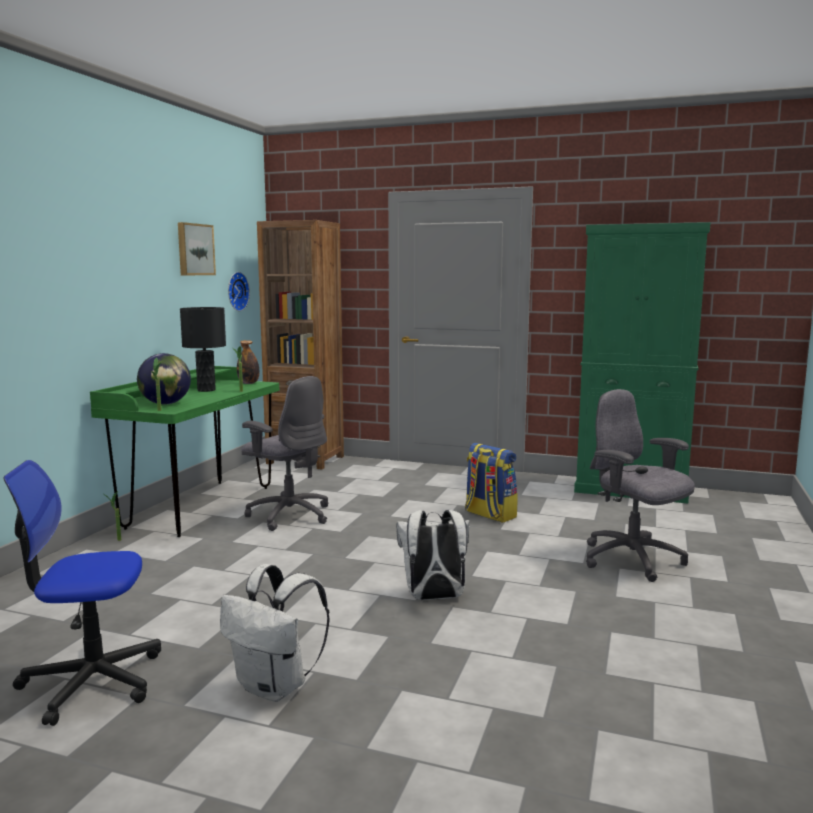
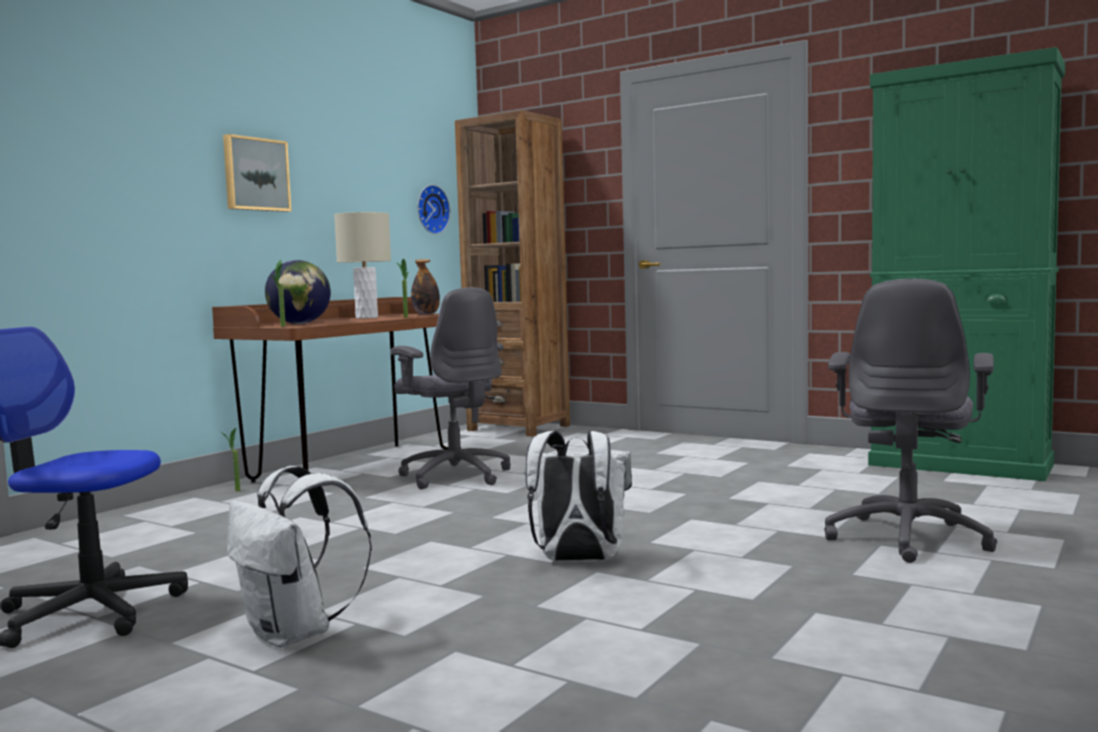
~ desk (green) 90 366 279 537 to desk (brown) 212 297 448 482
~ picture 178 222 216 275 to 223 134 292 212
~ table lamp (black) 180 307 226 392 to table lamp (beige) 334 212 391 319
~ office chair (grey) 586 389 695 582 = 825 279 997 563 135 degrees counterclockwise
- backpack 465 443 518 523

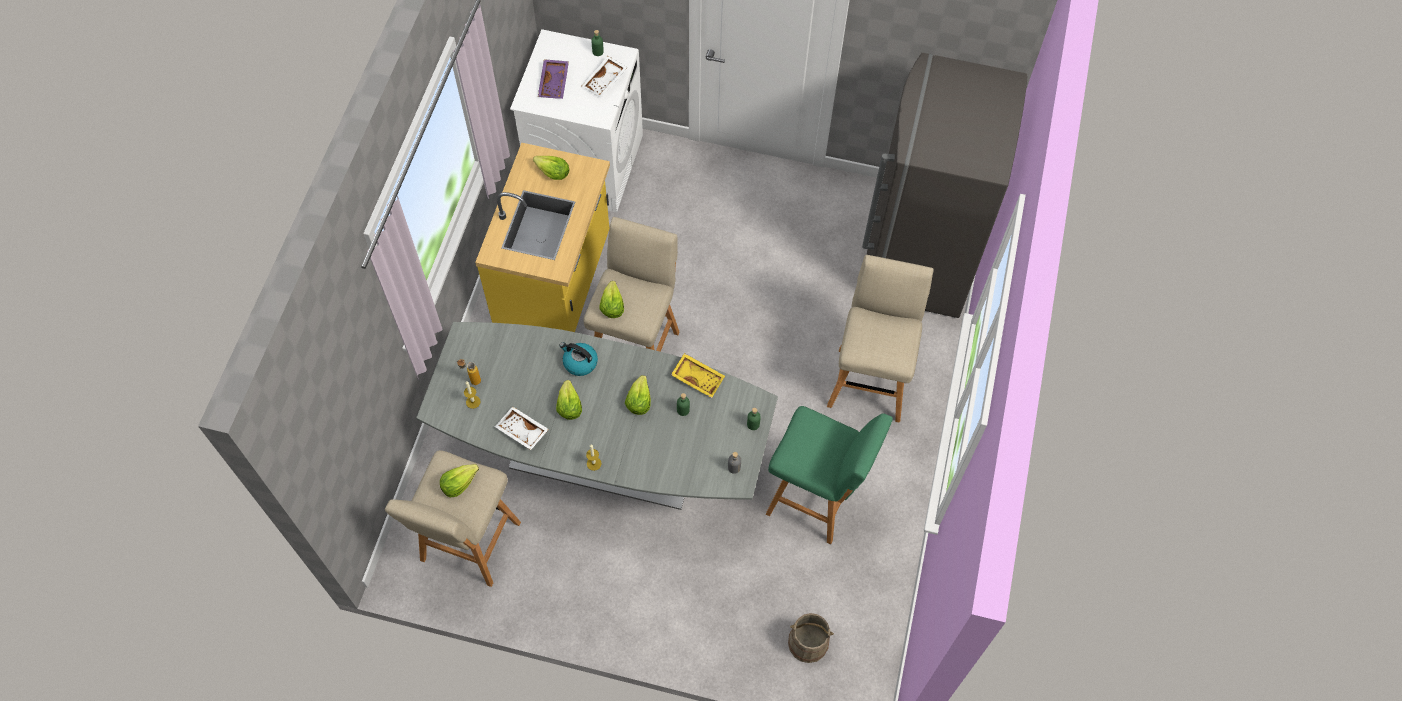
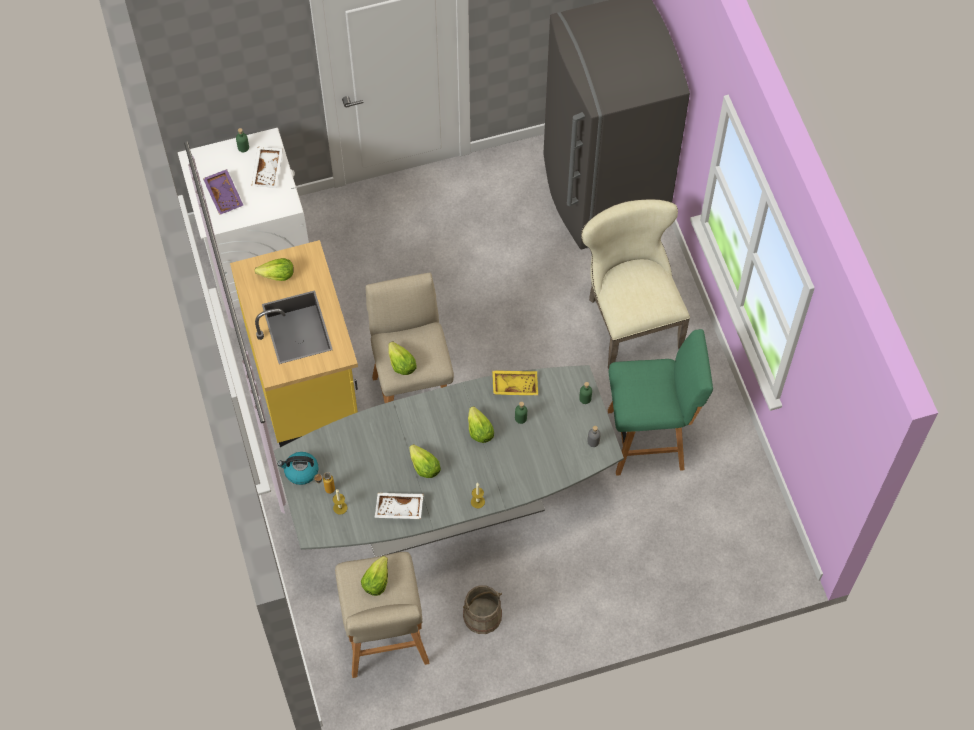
~ kettle 560 342 598 376 to 278 452 319 485
~ bucket (beige) 788 613 834 663 to 463 585 502 634
~ stool (beige) 827 255 934 423 to chair (beige) 581 199 690 369

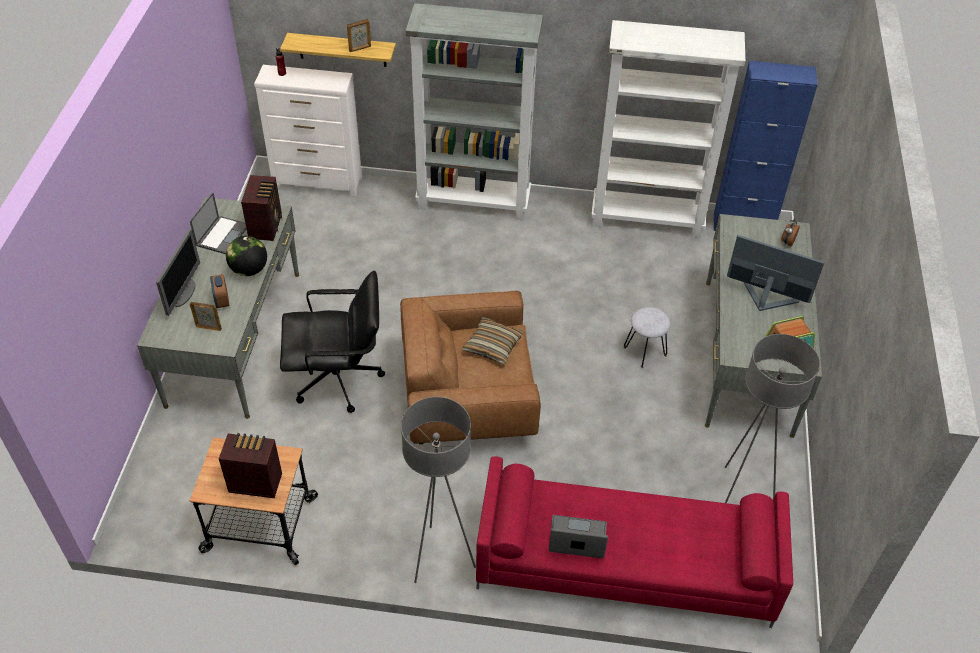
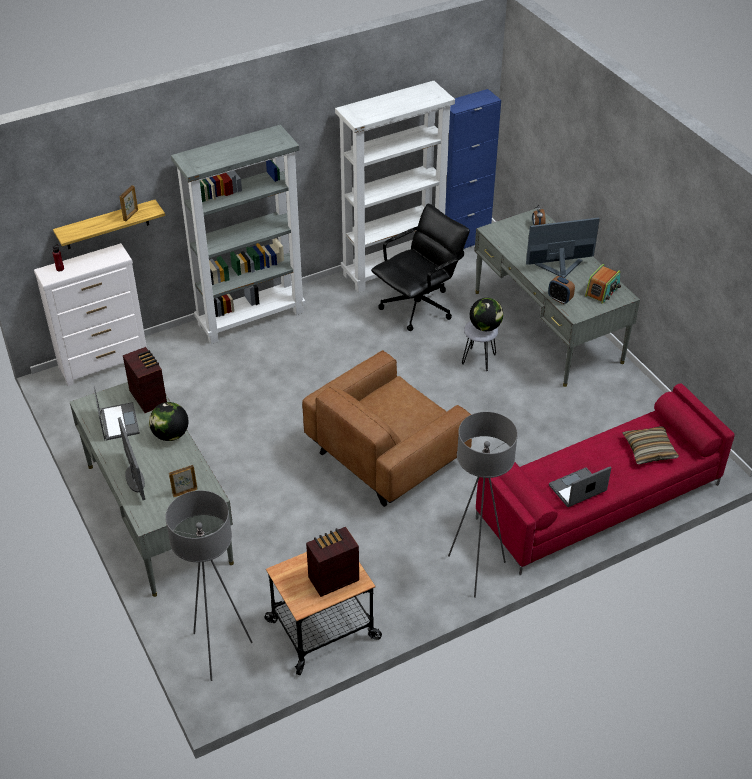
~ floor lamp (grey) 725 334 820 503 to 165 490 253 681
~ office chair (black) 280 271 385 413 to 371 204 470 331
+ globe 470 298 503 331
~ alarm clock 210 274 230 308 to 548 276 575 304
~ pillow 462 317 523 364 to 623 426 679 464

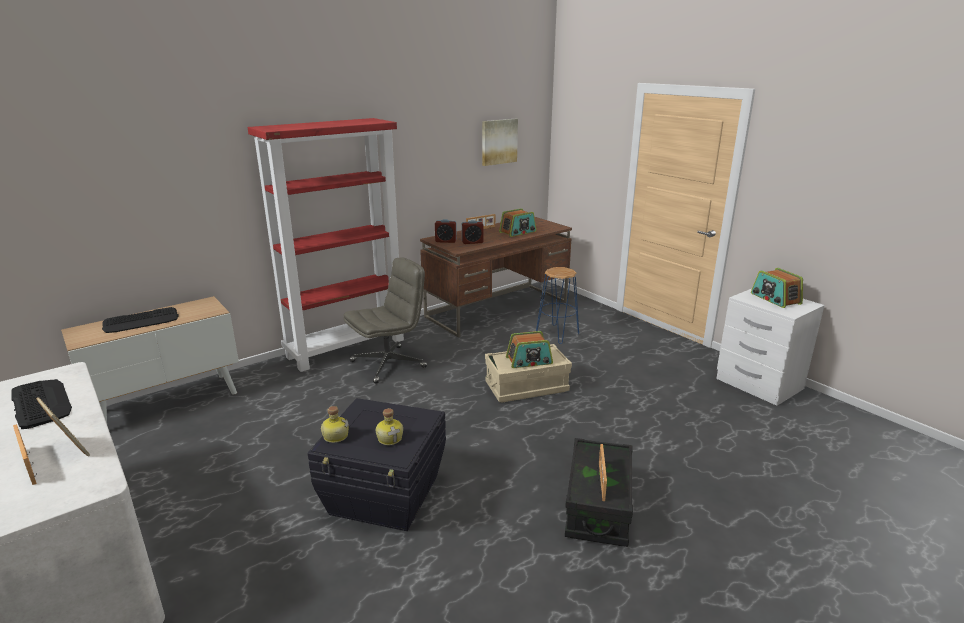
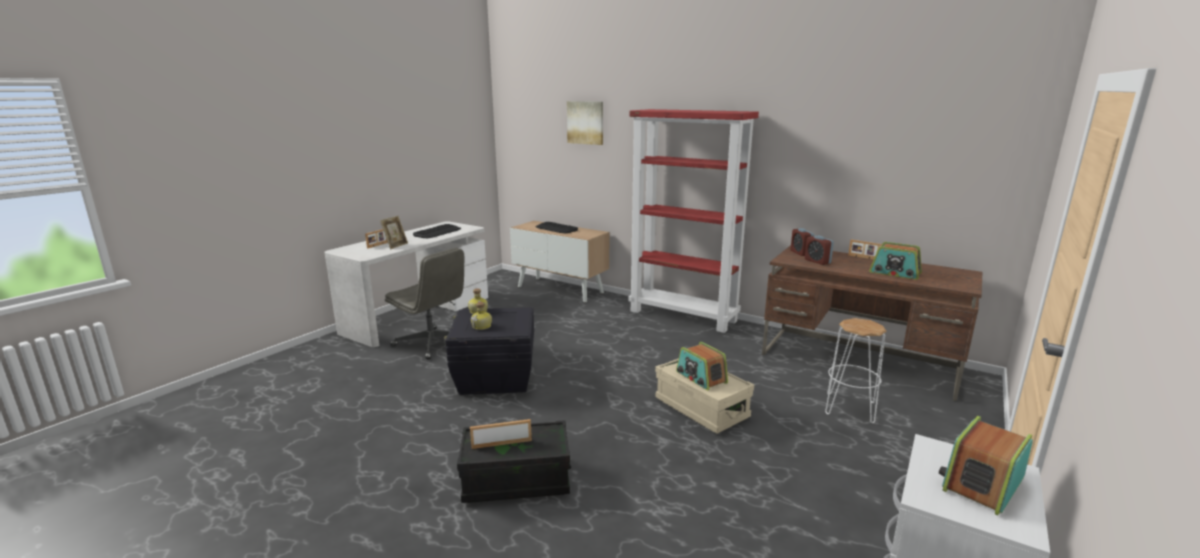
~ office chair (grey) 344 257 427 384 to 385 248 464 360
~ picture 482 119 518 166 to 567 101 603 145
~ stool (blue) 536 267 579 344 to stool (white) 825 318 886 423

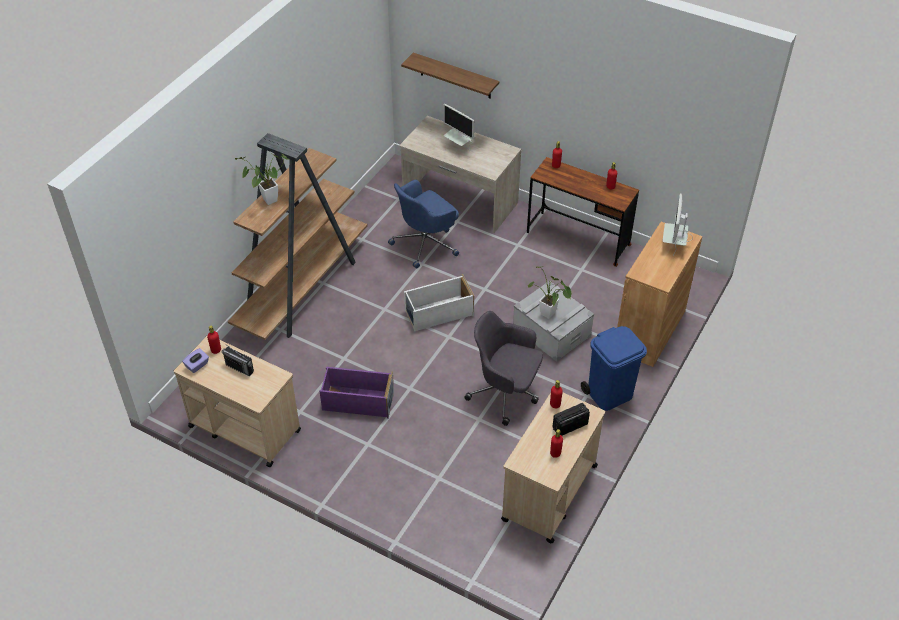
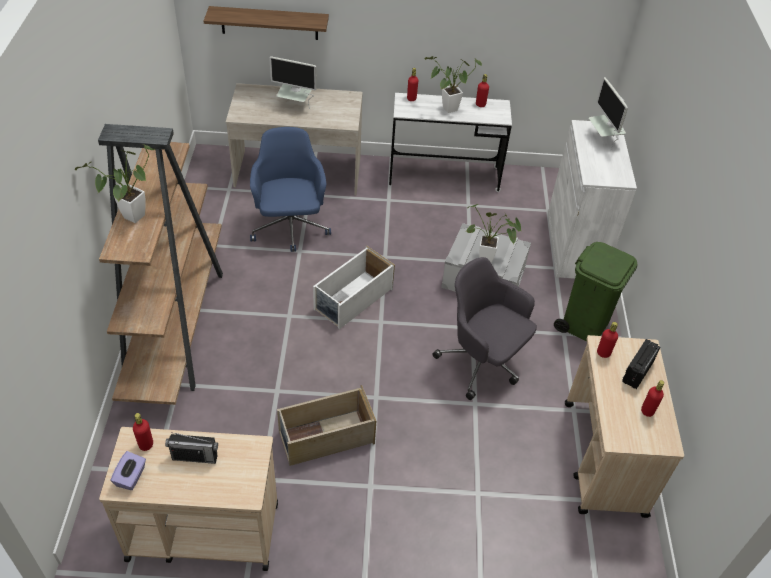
~ office chair (blue) 388 180 459 269 = 250 127 331 252 150 degrees clockwise
~ storage box (purple) 320 367 394 419 to storage box (beige) 277 385 376 466
~ desk (brown) 527 157 639 267 to desk (white) 389 93 512 192
+ potted plant 425 56 482 113
~ office chair (grey) 464 311 543 426 = 432 257 537 400 45 degrees clockwise
~ cabinet (brown) 617 222 702 367 to cabinet (white) 548 120 637 279
~ trash can (blue) 581 326 647 411 to trash can (green) 554 242 638 342

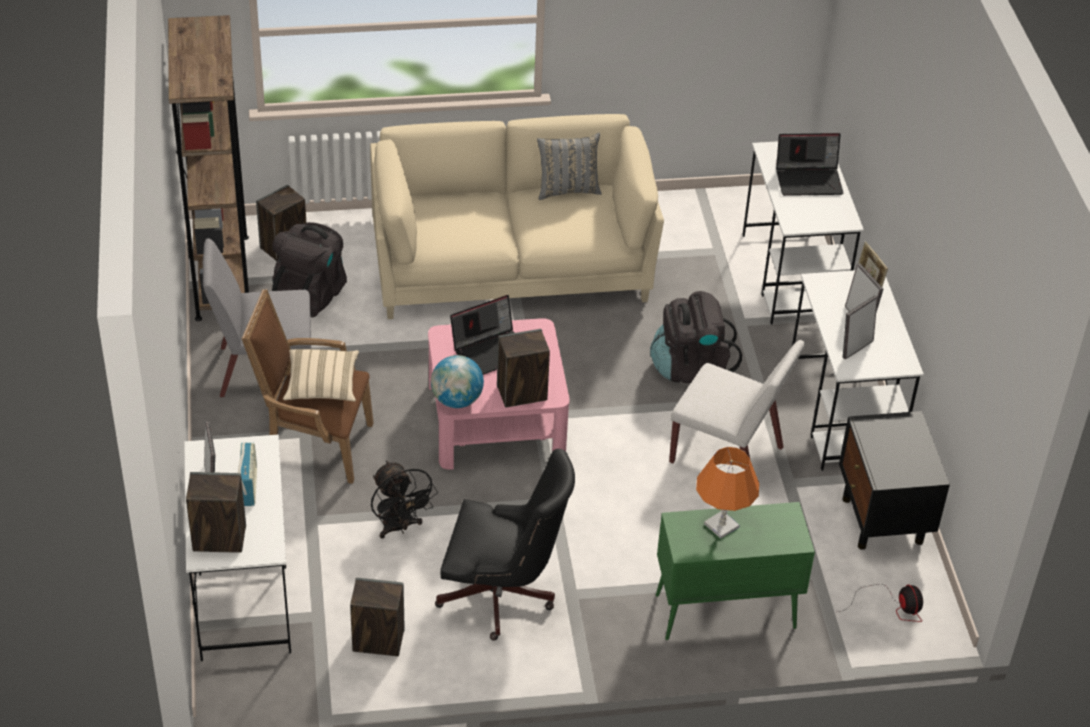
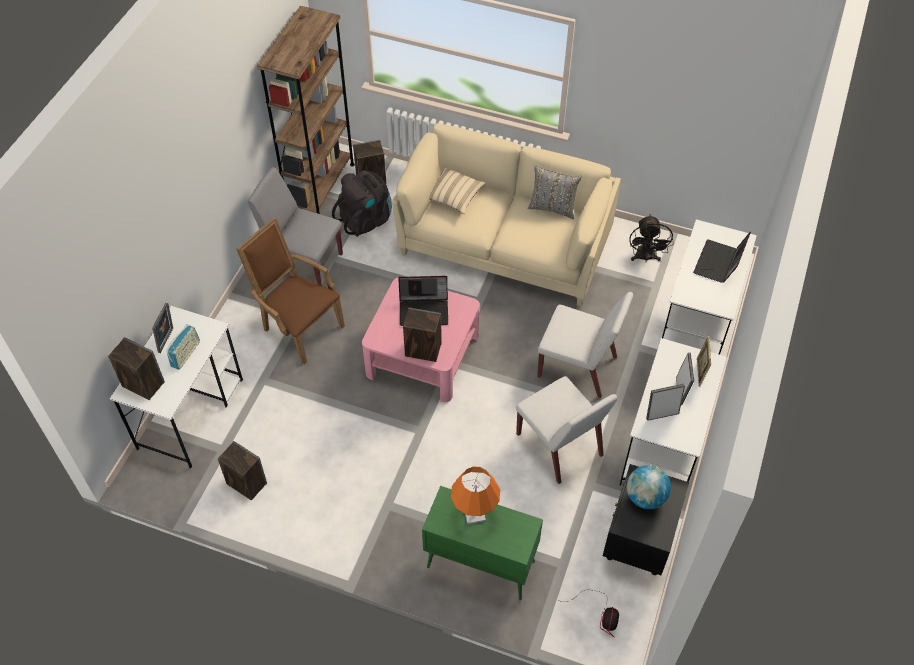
~ pillow (beige) 283 349 359 401 to 429 168 486 214
~ backpack (black) 650 291 742 383 to chair (white) 537 292 633 398
~ globe 431 355 484 408 to 627 465 671 509
~ fan (black) 371 461 438 539 to 629 214 674 261
~ laptop 776 133 843 196 = 693 232 751 283 90 degrees clockwise
- office chair (black) 435 449 575 641

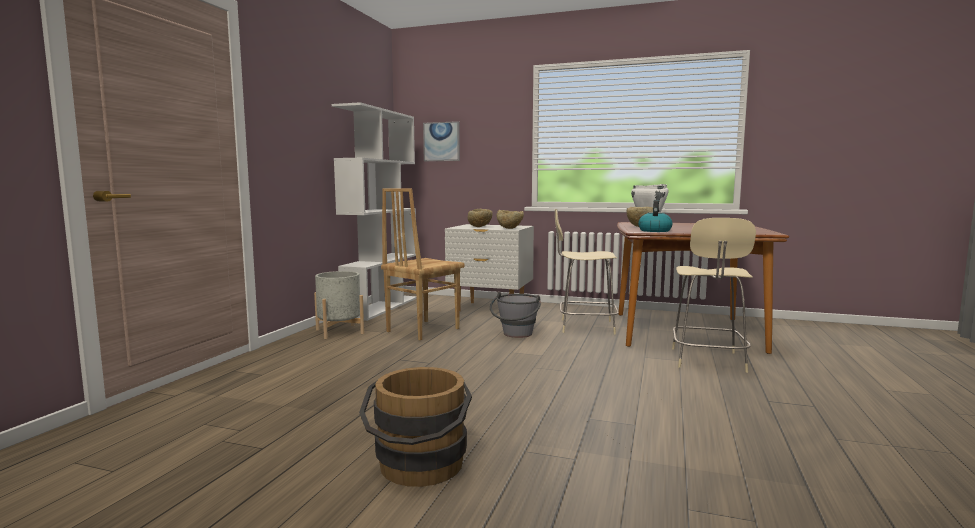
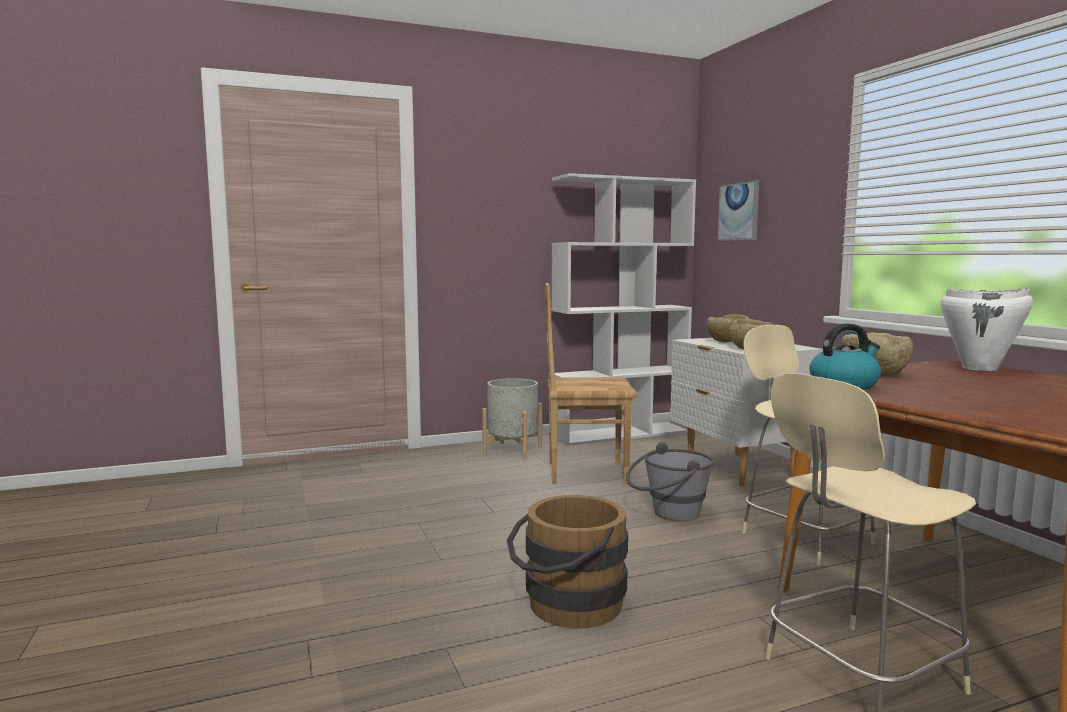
~ bucket (brown) 359 367 472 487 to 507 495 628 628

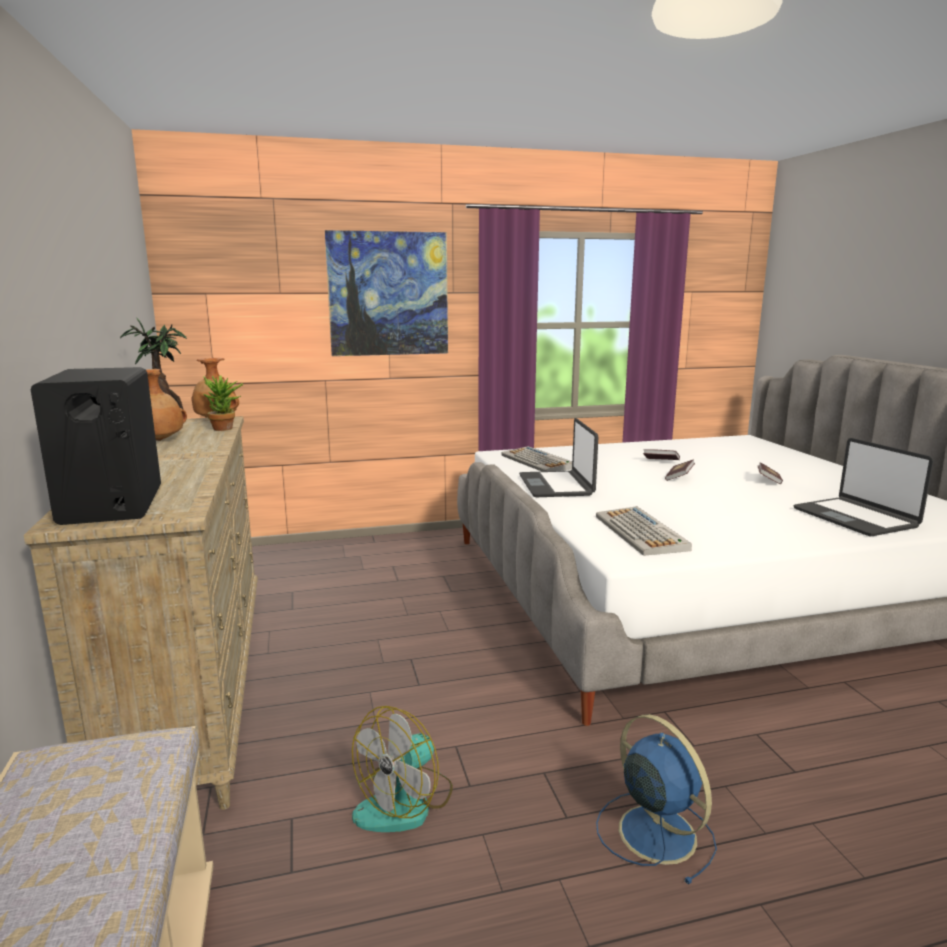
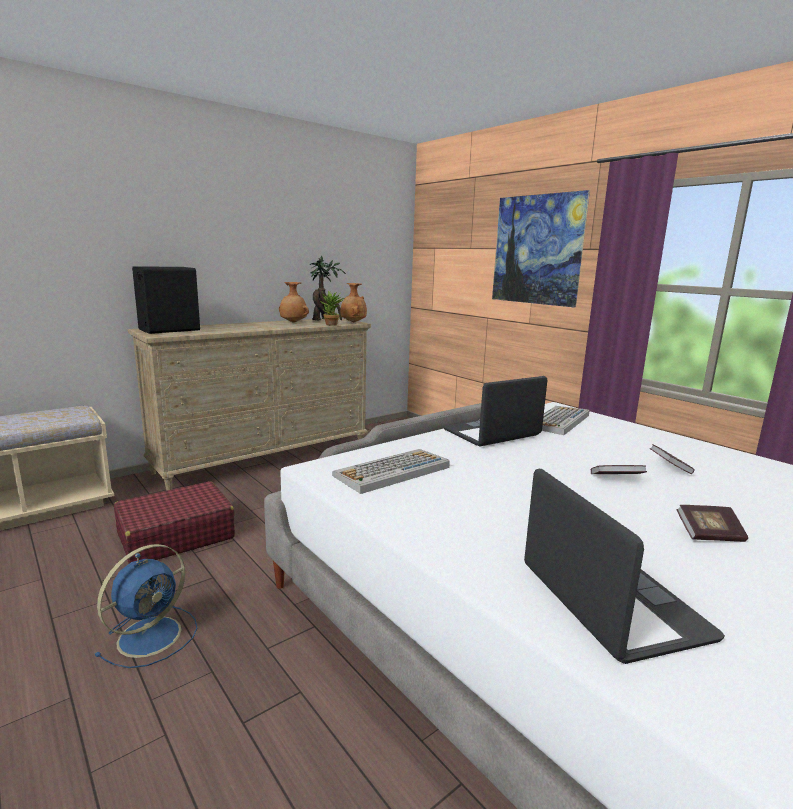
~ fan 352 706 453 832 to suitcase (red) 114 481 235 563
~ laptop 794 438 934 536 = 524 469 725 664 120 degrees clockwise

